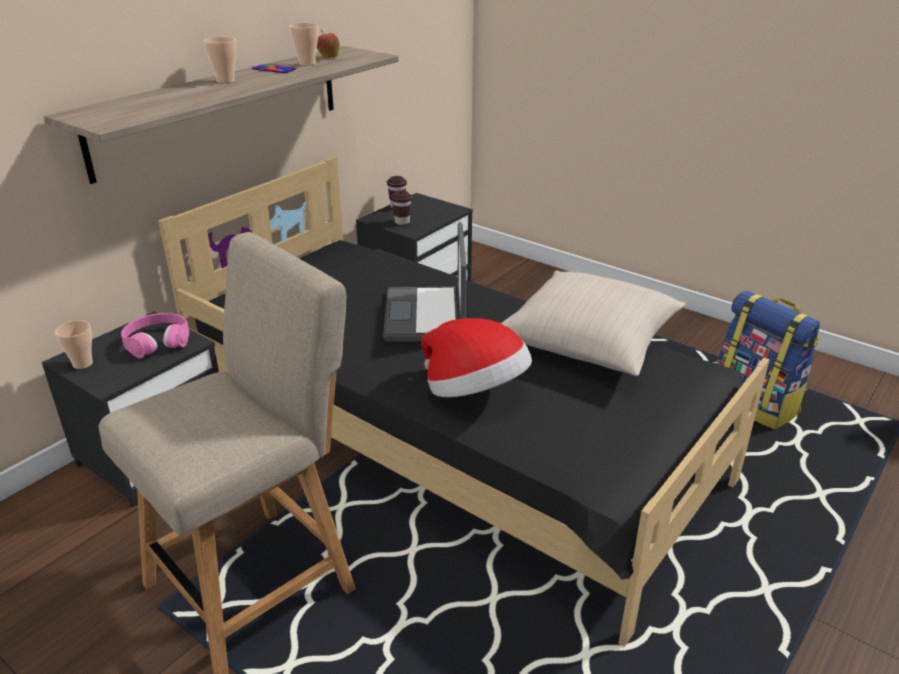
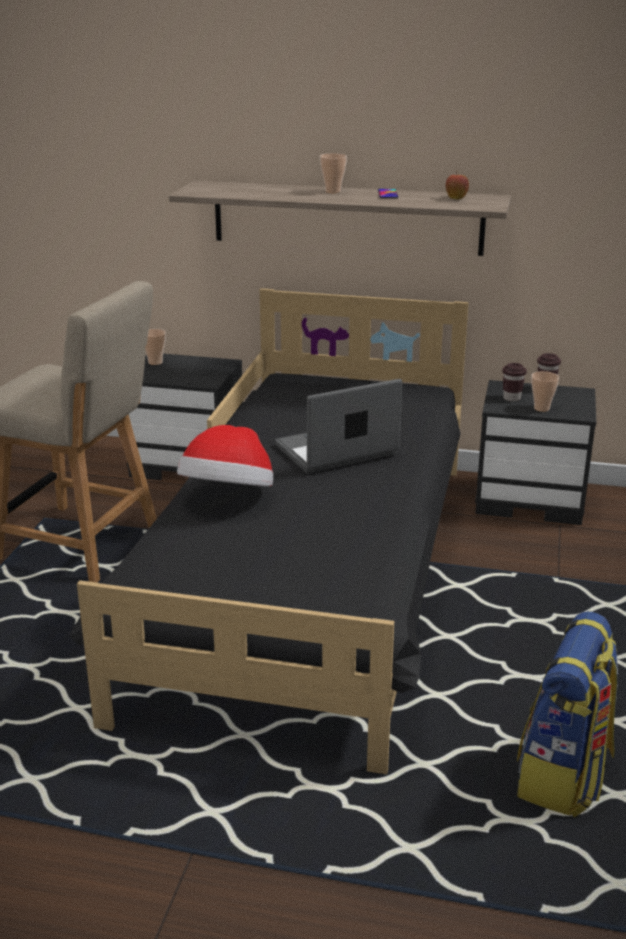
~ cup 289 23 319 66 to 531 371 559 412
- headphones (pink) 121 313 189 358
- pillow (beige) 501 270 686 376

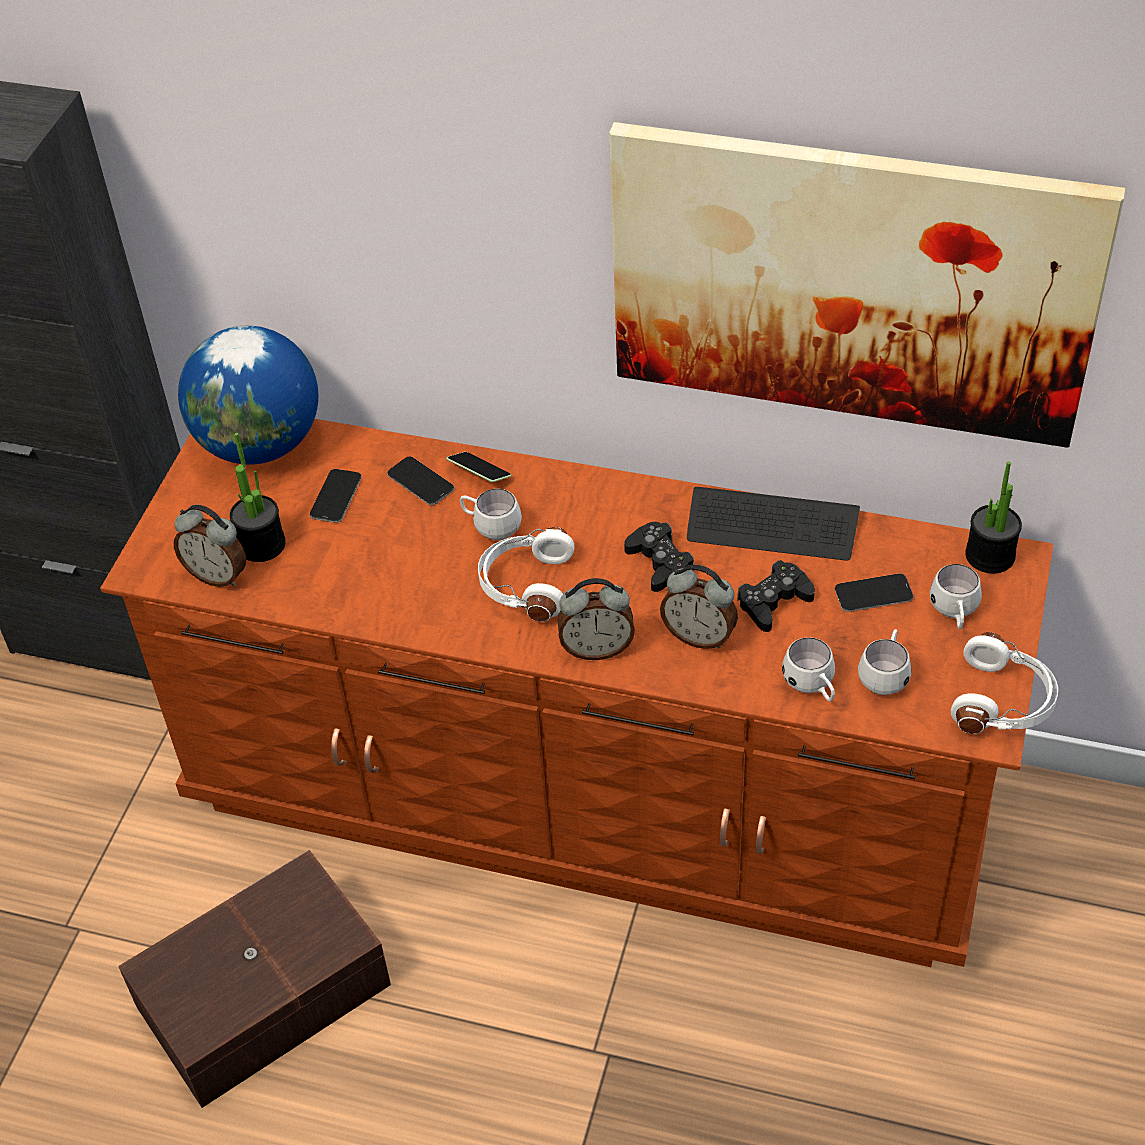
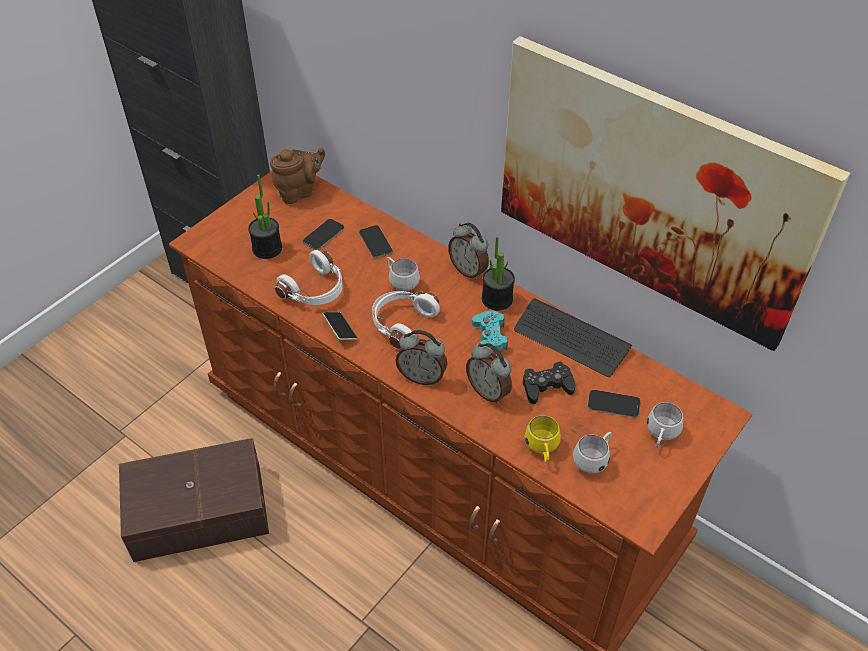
~ globe 178 326 318 465 to teapot (brown) 270 147 325 204
~ headphones (white) 951 632 1058 734 to 275 250 343 305
~ phone 446 452 512 482 to 322 312 357 340
~ alarm clock 174 505 246 587 to 448 222 489 280
~ game controller (black) 624 522 694 592 to game controller (turquoise) 472 310 508 351
~ potted plant 965 461 1022 573 to 482 236 515 311
~ mug (white) 782 637 835 702 to mug (yellow) 524 415 561 463

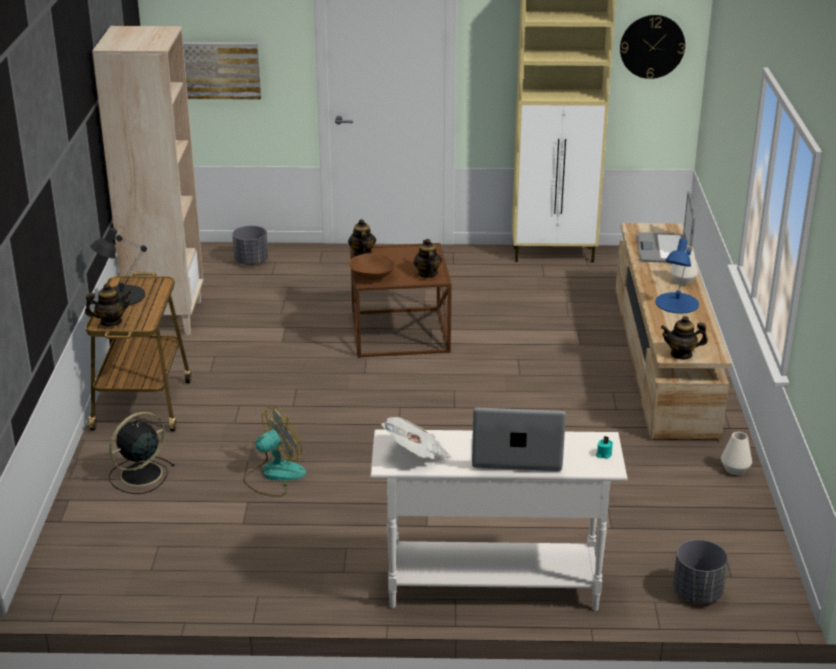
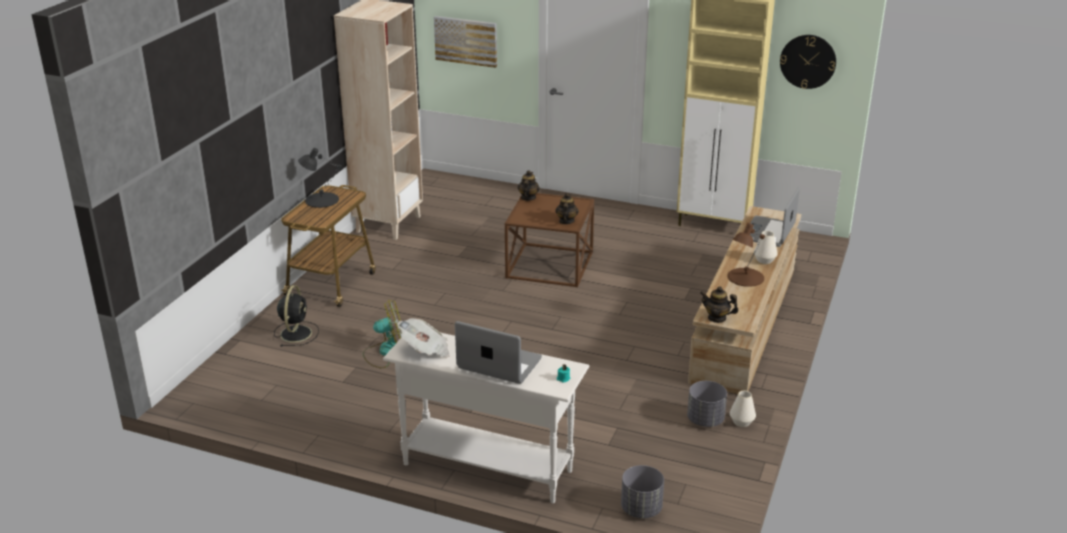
~ fan (black) 109 412 175 494 = 274 285 319 347 120 degrees clockwise
~ planter (grey) 232 226 268 265 to 687 381 727 427
~ table lamp (blue) 656 238 699 314 to table lamp (brown) 728 223 765 287
- teapot 85 283 132 326
- bowl (brown) 349 253 395 280

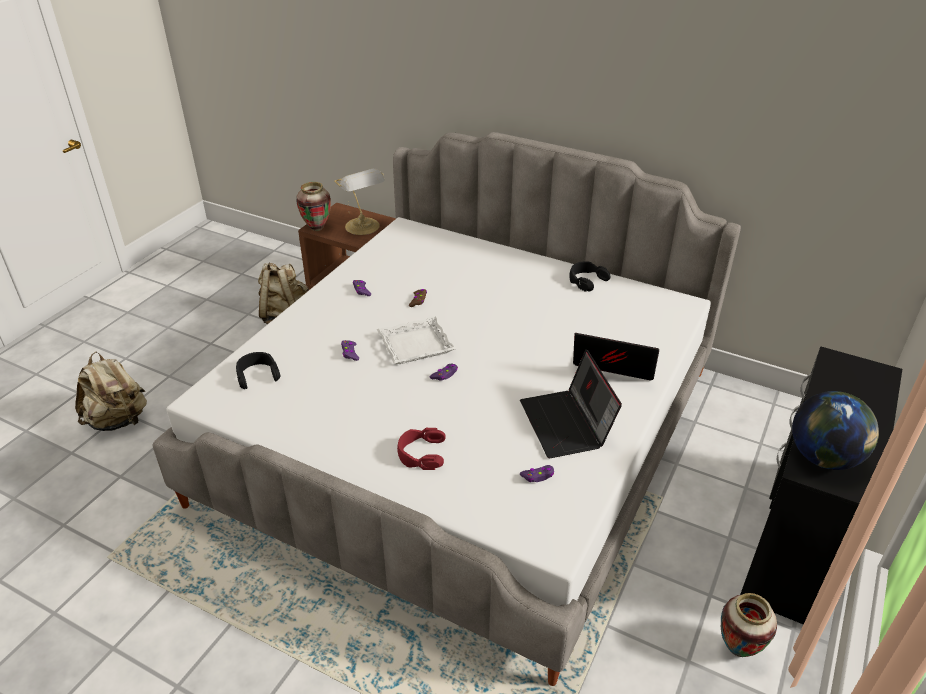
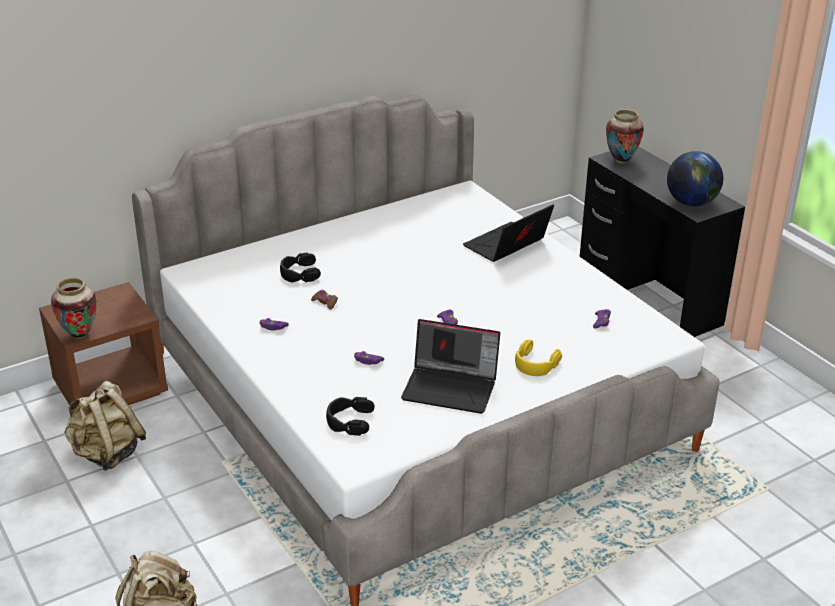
~ headphones (black) 569 261 611 292 to 280 253 321 283
~ laptop 520 349 622 458 to 401 319 500 414
~ headphones (red) 397 428 446 470 to headphones (yellow) 515 339 562 376
~ vase 721 593 777 657 to 606 109 644 164
- table lamp 334 169 385 235
- tray (white) 377 316 456 364

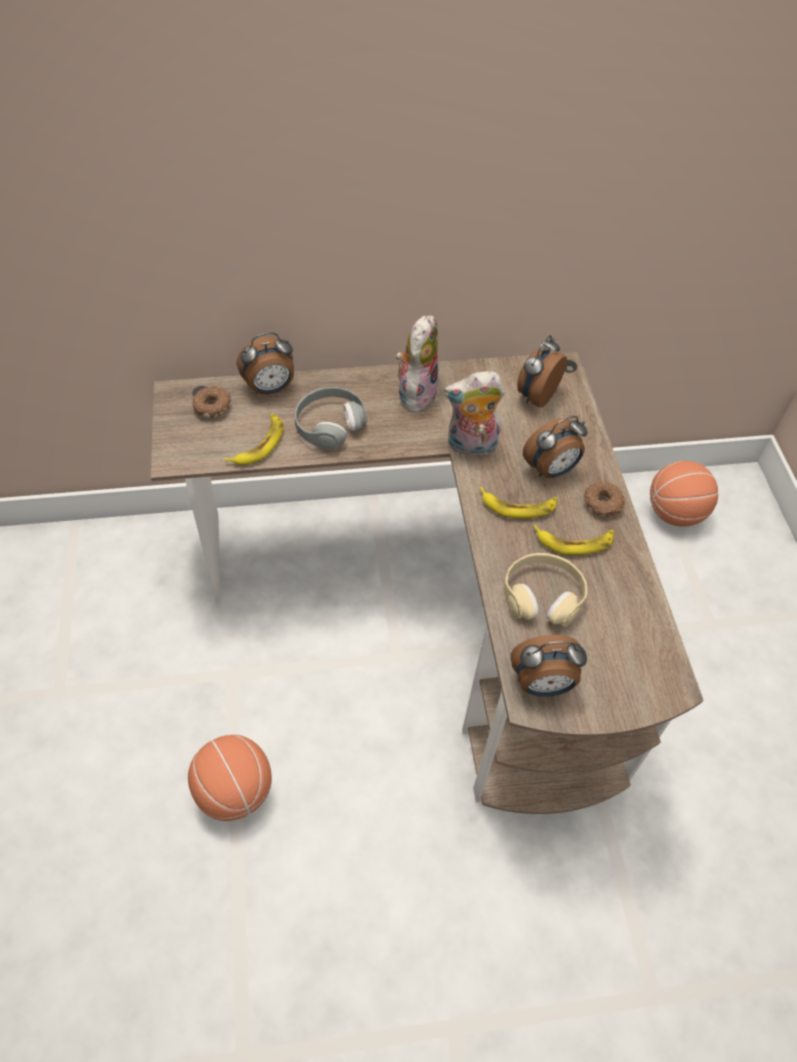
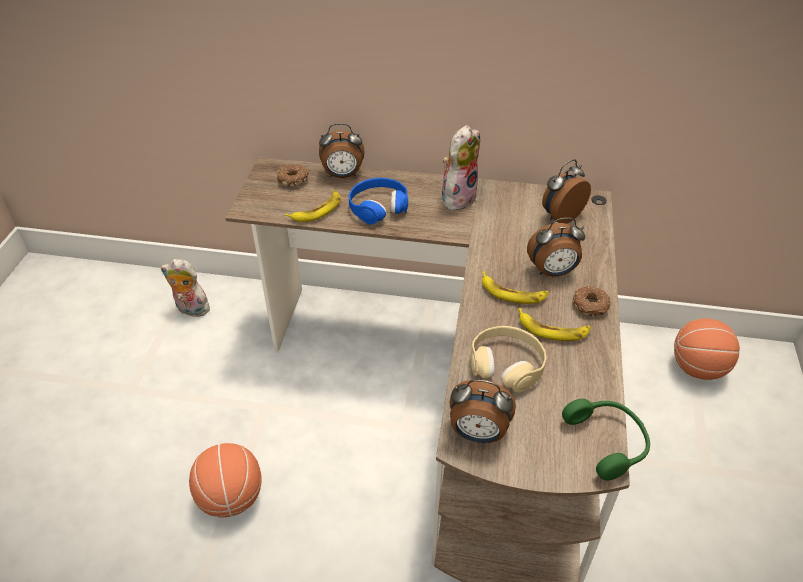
~ plush toy 444 371 505 458 to 160 259 210 317
~ headphones (grey) 295 387 367 451 to headphones (blue) 349 178 408 225
+ headphones (green) 562 399 650 480

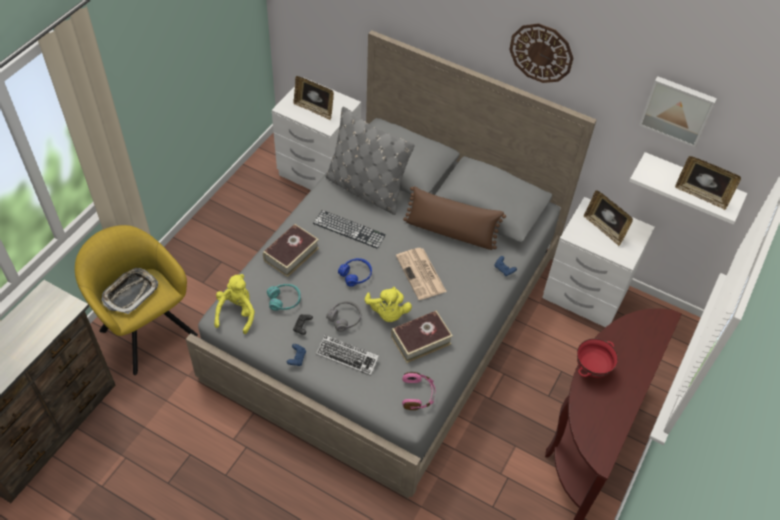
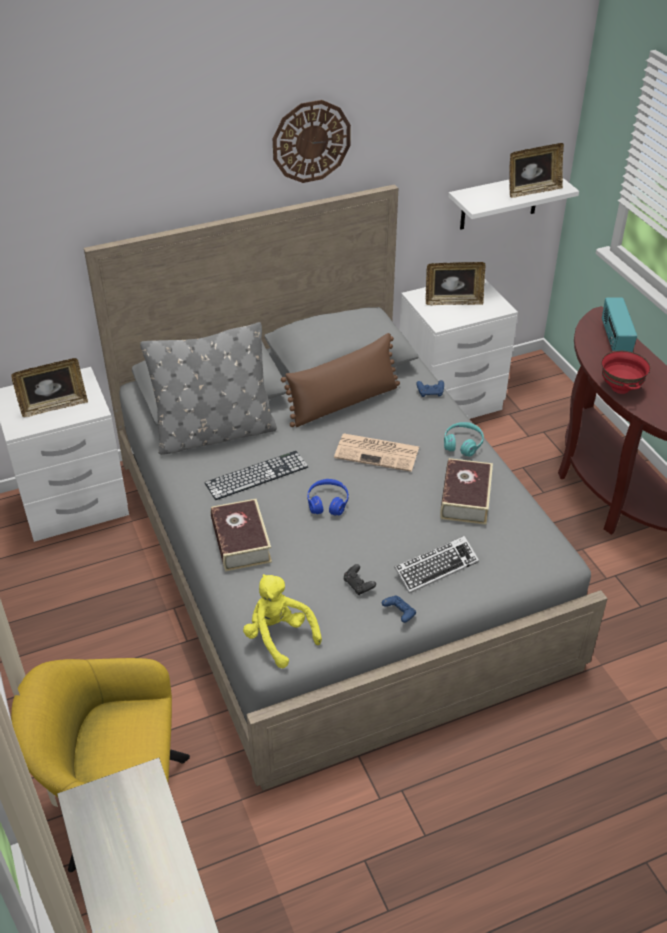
~ headphones (turquoise) 267 284 301 311 to 444 422 484 457
+ radio 602 298 637 352
- tray 102 268 158 314
- headphones (grey) 326 301 361 332
- plush toy (yellow) 365 287 412 322
- headphones (pink) 402 372 435 410
- picture 639 76 717 147

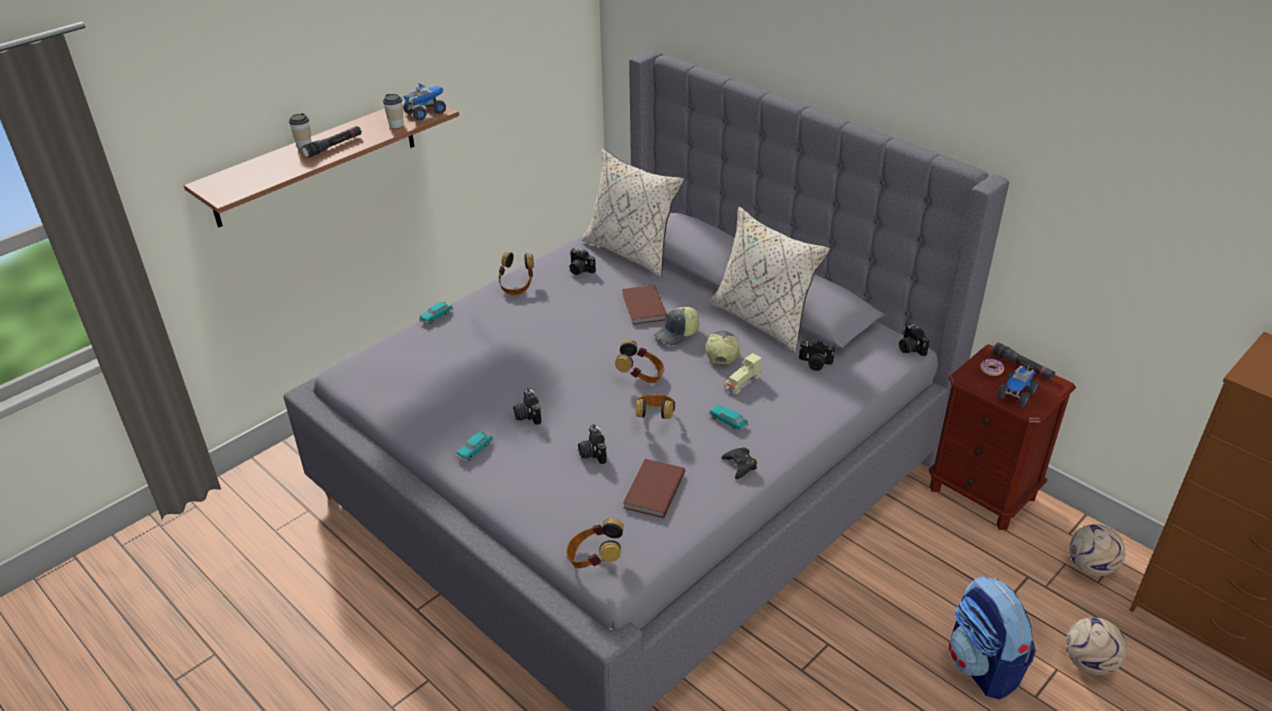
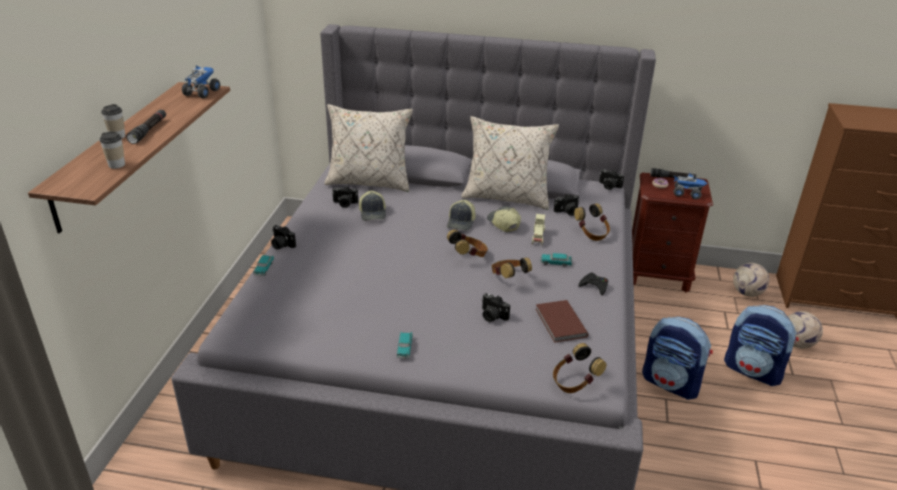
~ cup 383 94 404 128 to 100 132 125 169
~ photo camera 513 388 541 425 to 271 225 296 250
+ cap 359 191 386 221
~ headphones 498 252 534 295 to 574 203 610 241
+ backpack 642 317 713 400
~ toy truck 997 362 1039 406 = 673 172 708 199 75 degrees counterclockwise
- book (brown) 622 285 667 325

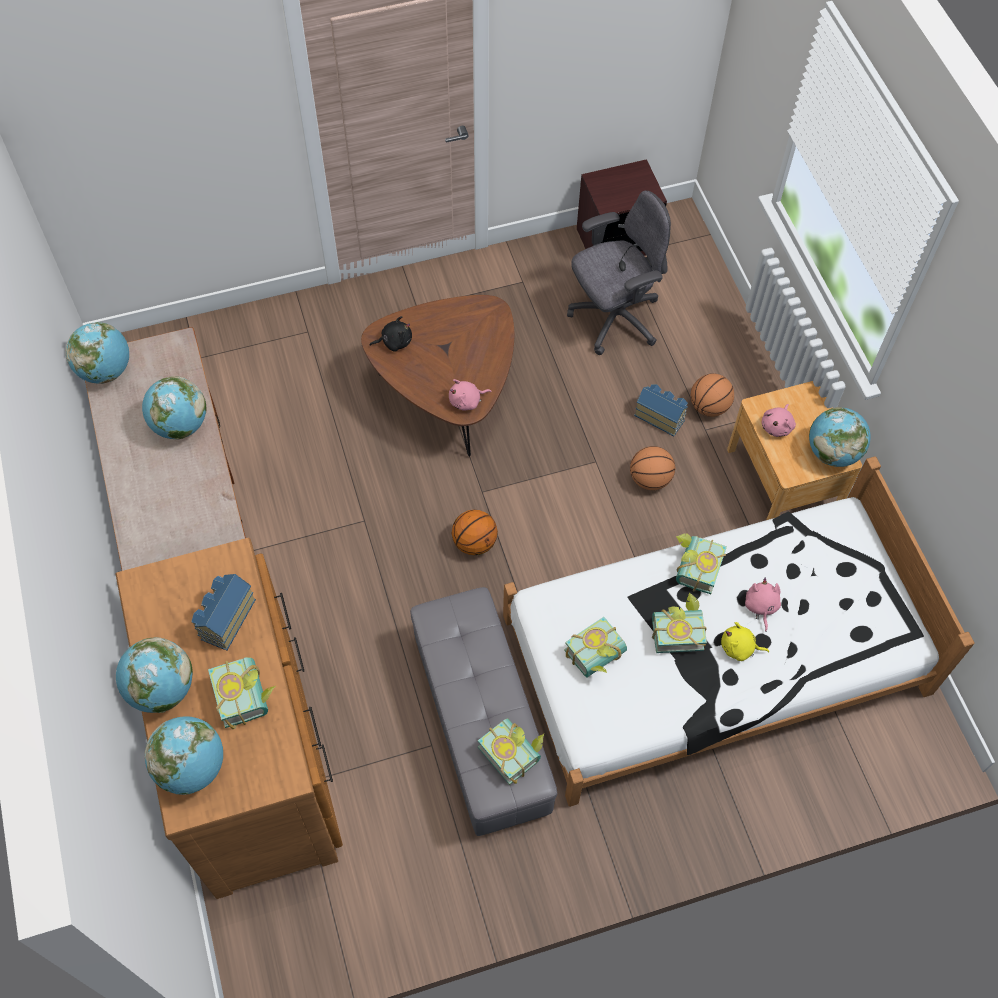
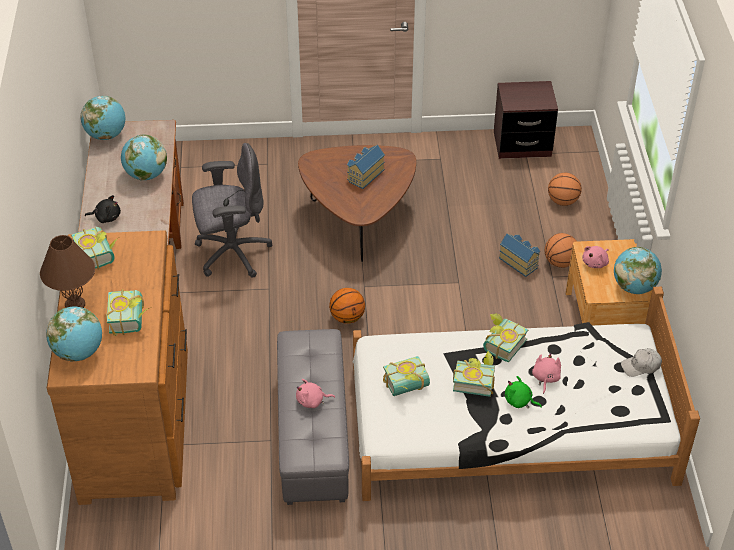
~ globe 116 637 193 713 to table lamp (brown) 40 235 95 308
~ book 478 718 544 785 to 71 227 118 270
~ plush toy (black) 369 316 412 352 to 85 195 121 223
~ office chair (grey) 567 191 671 355 to 192 143 272 278
~ plush toy (pink) 449 379 492 410 to 296 379 335 408
~ toy house 191 574 256 650 to 347 145 385 189
~ plush toy (yellow) 721 622 769 661 to plush toy (green) 505 376 542 408
~ basketball 630 446 675 490 to 548 173 582 206
+ cap (white) 621 348 662 377

